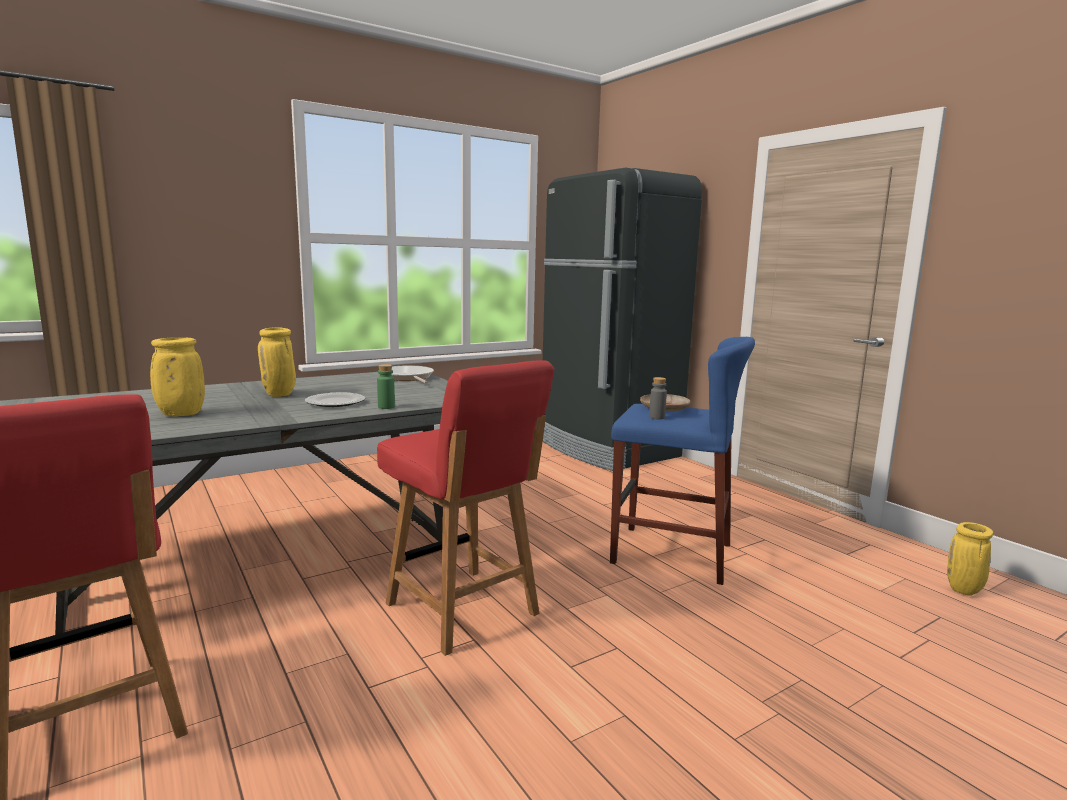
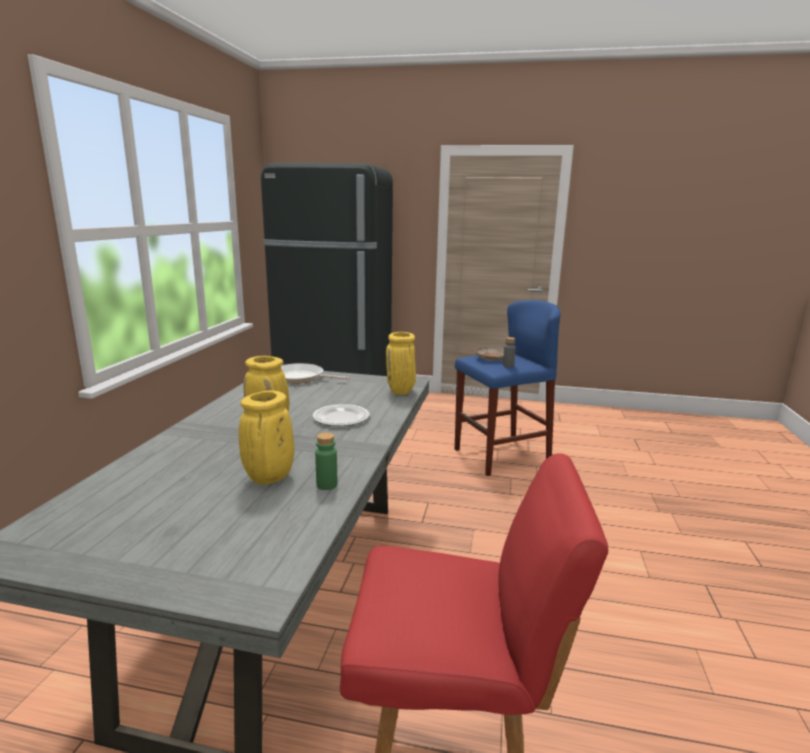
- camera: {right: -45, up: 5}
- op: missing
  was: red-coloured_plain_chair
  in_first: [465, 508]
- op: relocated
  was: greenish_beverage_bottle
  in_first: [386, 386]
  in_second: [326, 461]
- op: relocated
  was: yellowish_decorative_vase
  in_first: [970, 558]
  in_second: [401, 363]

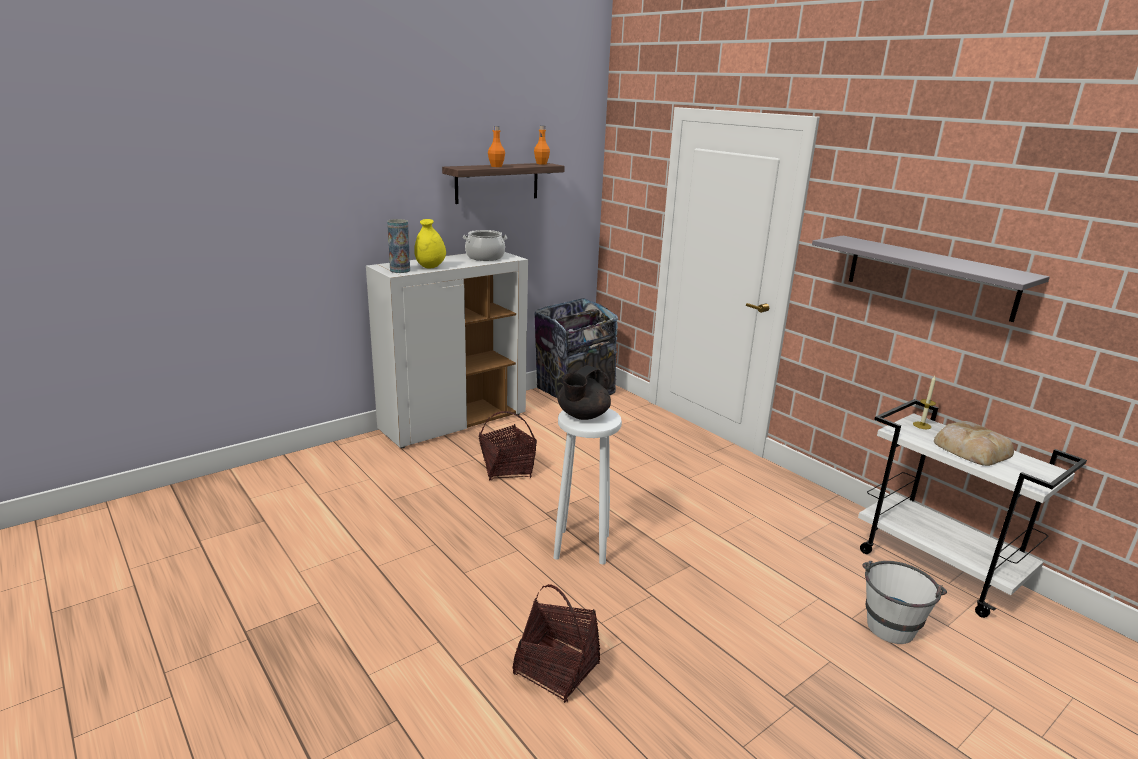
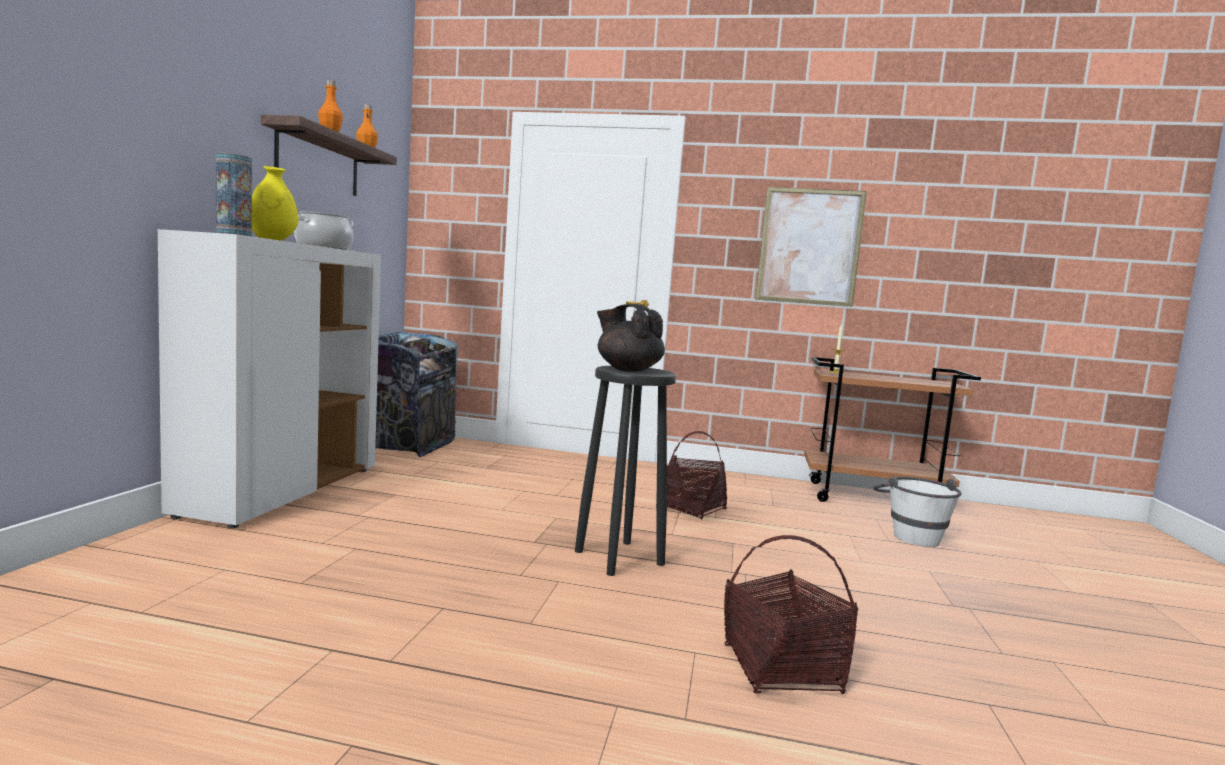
- camera: {right: -40, up: -15}
- op: exchanged
  was: grey_wall_shelf
  now: picture
  in_first: [931, 279]
  in_second: [811, 247]
- op: spun
  was: blackish_teapot
  in_first: [584, 392]
  in_second: [631, 338]
  clockwise: 135
- op: colour
  was: white_wheeled_cart
  now: brown-coloured_wheeled_cart
  in_first: [972, 508]
  in_second: [892, 429]
- op: colour
  was: white_sitting_stool
  now: blackish_sitting_stool
  in_first: [588, 486]
  in_second: [625, 471]
- op: relocated
  was: storage_basket
  in_first: [508, 445]
  in_second: [691, 475]
- op: missing
  was: baked_bread
  in_first: [974, 443]

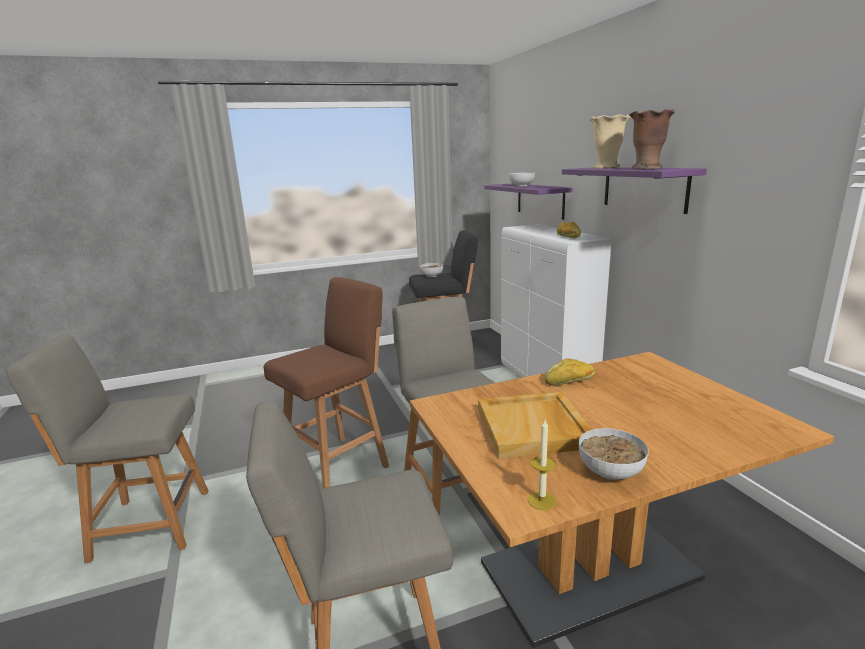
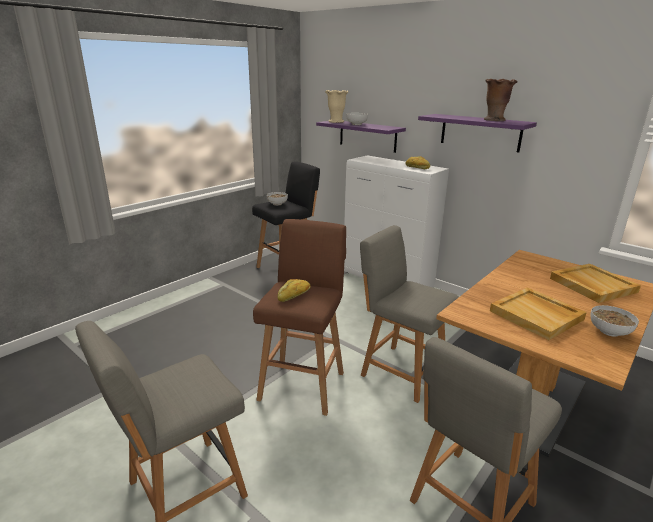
- camera: {right: -30, up: 5}
- op: relocated
  was: beige-coloured_decorative_vase
  in_first: [610, 141]
  in_second: [336, 106]
- op: relocated
  was: baked_bread
  in_first: [570, 372]
  in_second: [294, 290]
- op: missing
  was: wax_light
  in_first: [542, 465]
- op: appeared
  now: beige-coloured_carrying_tray
  in_second: [595, 283]

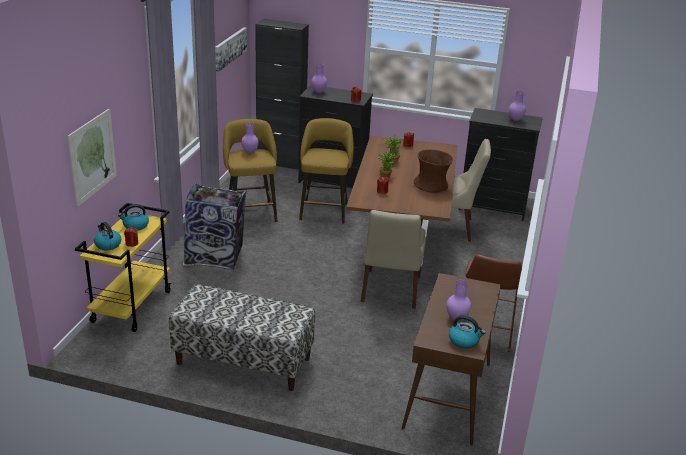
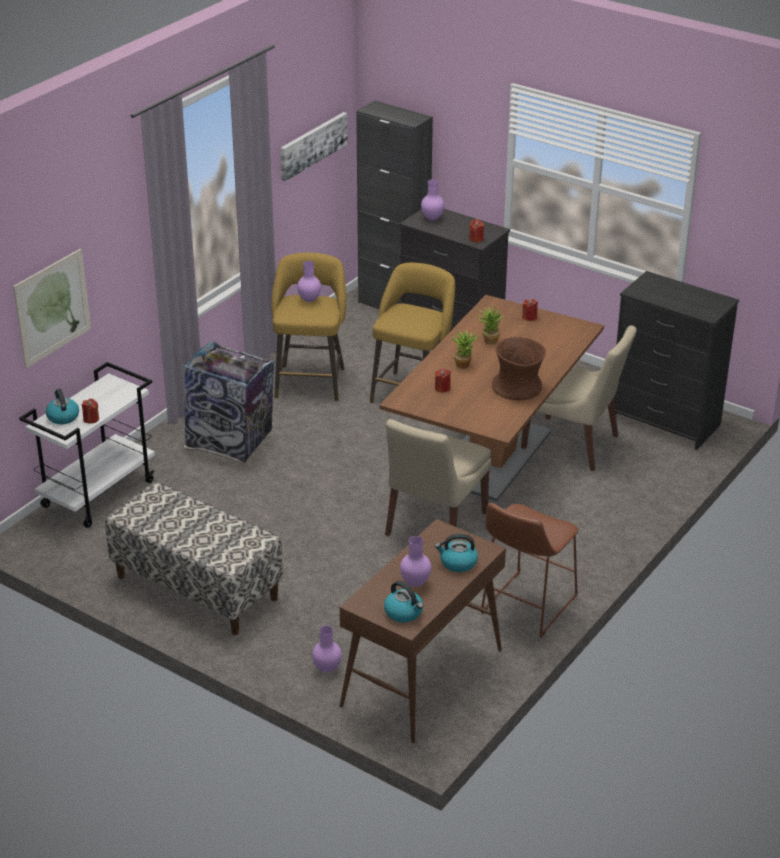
- camera: {right: 20, up: 5}
- op: relocated
  was: purple_decorative_vase
  in_first: [517, 106]
  in_second: [327, 649]
- op: colour
  was: yellowish_wheeled_cart
  now: white_wheeled_cart
  in_first: [123, 267]
  in_second: [87, 445]
- op: relocated
  was: water_kettle
  in_first: [133, 217]
  in_second: [456, 553]

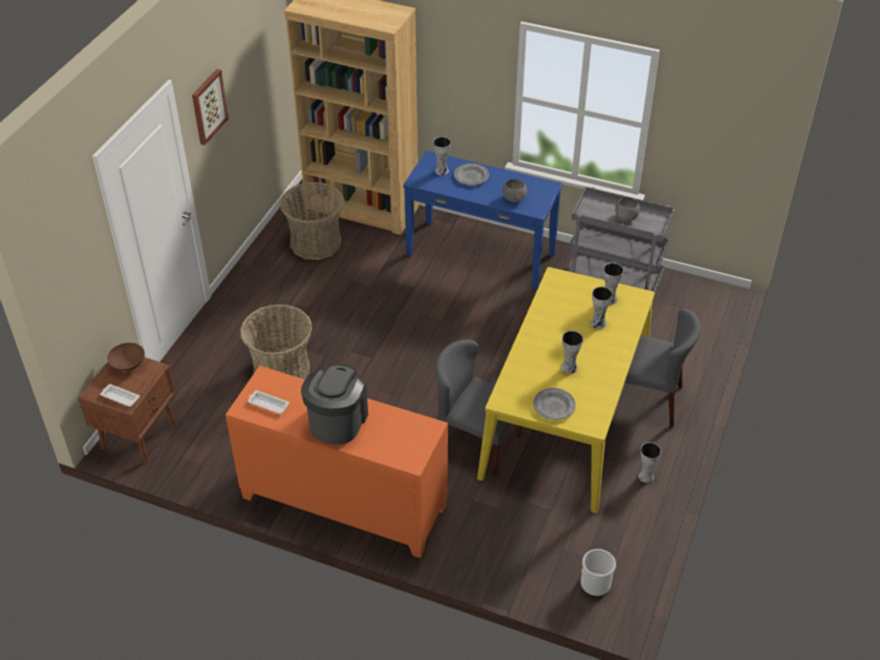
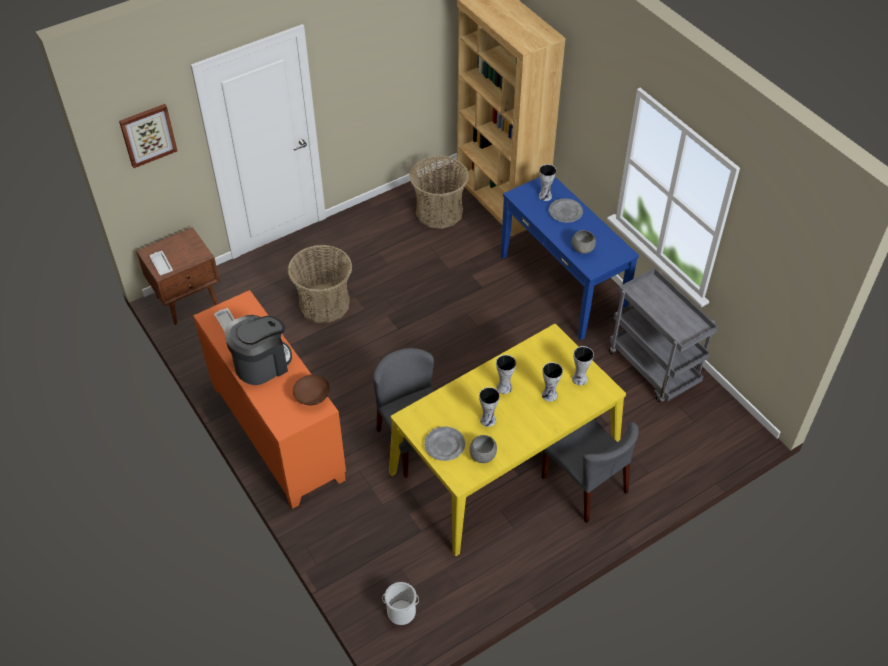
- camera: {right: 35, up: 5}
- op: relocated
  was: picture
  in_first: [210, 107]
  in_second: [148, 136]
- op: relocated
  was: grey_bowl
  in_first: [627, 209]
  in_second: [483, 449]
- op: relocated
  was: brown-coloured_bowl
  in_first: [126, 357]
  in_second: [311, 390]
- op: relocated
  was: decorative_vase
  in_first: [649, 462]
  in_second: [506, 374]

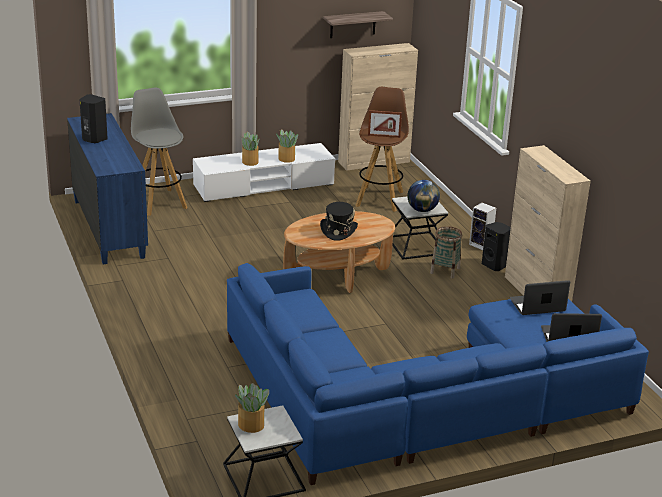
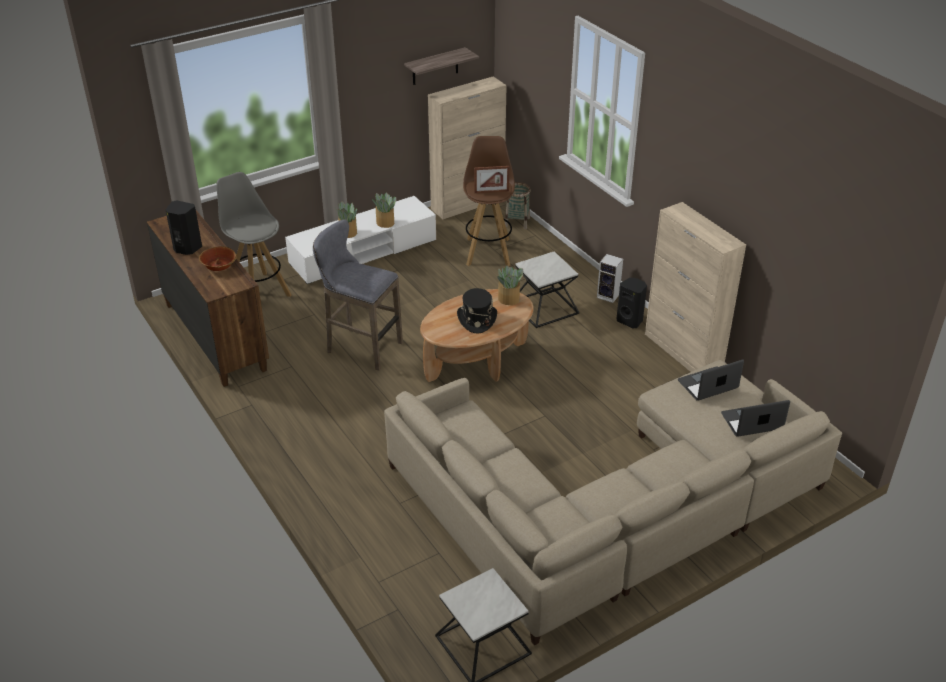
- camera: {right: -10, up: 10}
- op: colour
  was: bluish_chest_of_drawers
  now: brown-coloured_chest_of_drawers
  in_first: [107, 188]
  in_second: [208, 298]
- op: missing
  was: globe
  in_first: [423, 196]
- op: relocated
  was: storage_basket
  in_first: [446, 252]
  in_second: [518, 205]
- op: colour
  was: bluish_couch
  now: beige-coloured_couch
  in_first: [438, 374]
  in_second: [613, 503]
- op: relocated
  was: houseplant
  in_first: [252, 408]
  in_second: [510, 285]
- op: appeared
  now: grey_sitting_stool
  in_second: [358, 294]
- op: appeared
  now: bowl
  in_second: [218, 258]

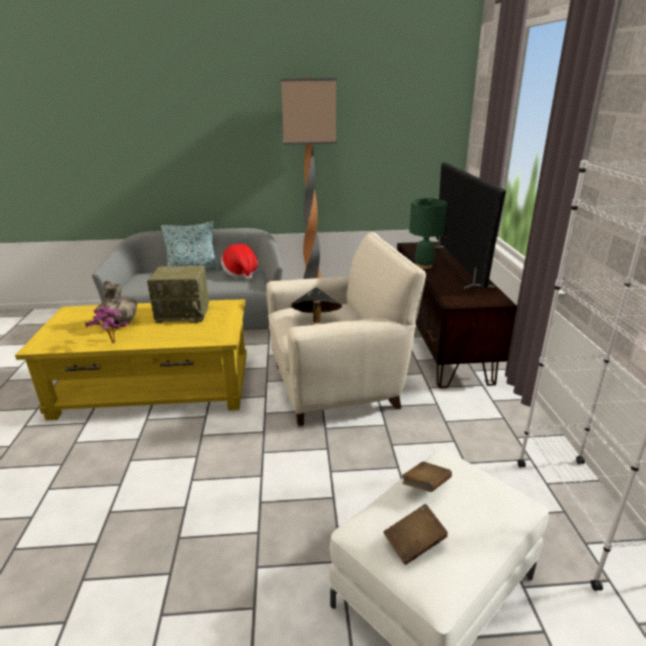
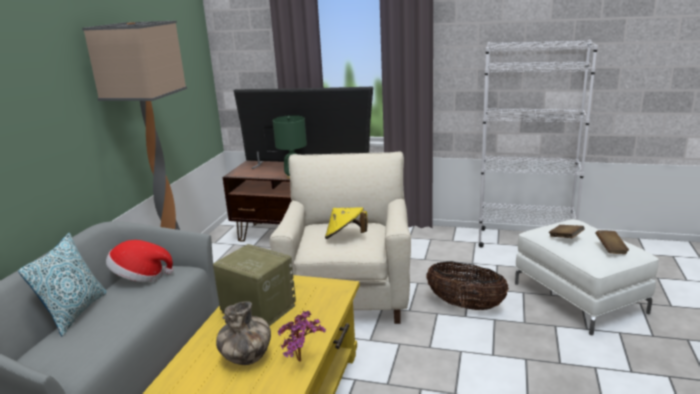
- camera: {right: -70, up: -5}
- op: spun
  was: radio
  in_first: [178, 294]
  in_second: [254, 285]
  clockwise: -75
- op: colour
  was: blackish_wearable_hat
  now: yellowish_wearable_hat
  in_first: [316, 305]
  in_second: [346, 223]
- op: appeared
  now: storage_basket
  in_second: [467, 285]

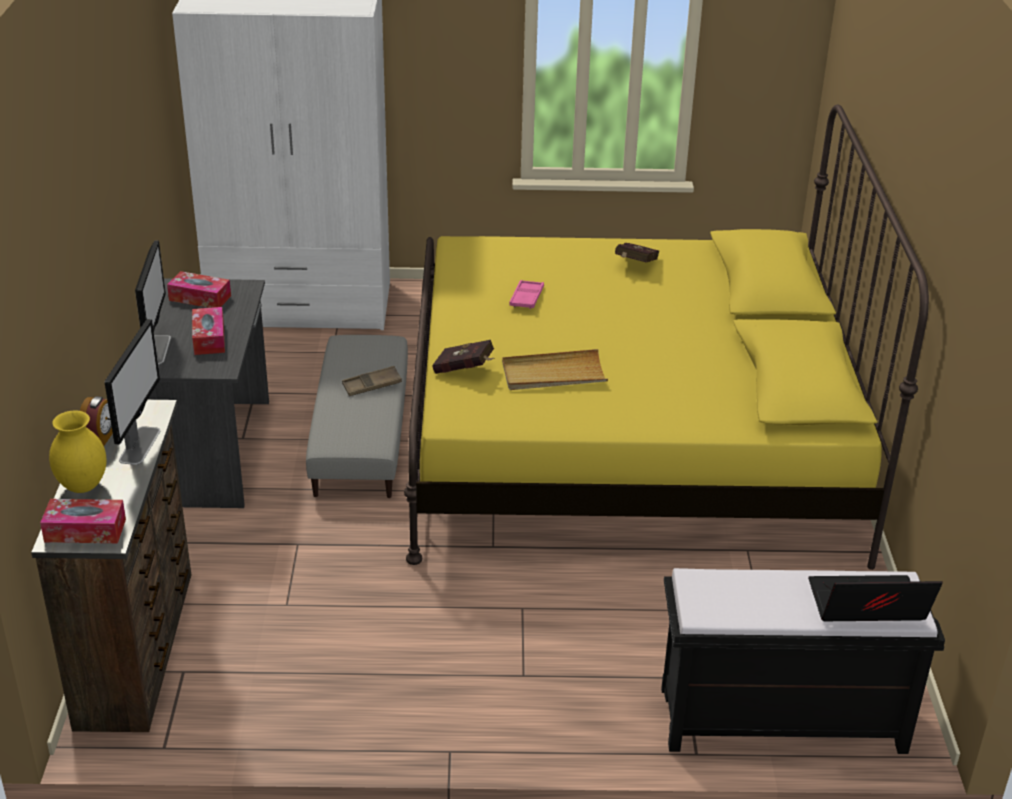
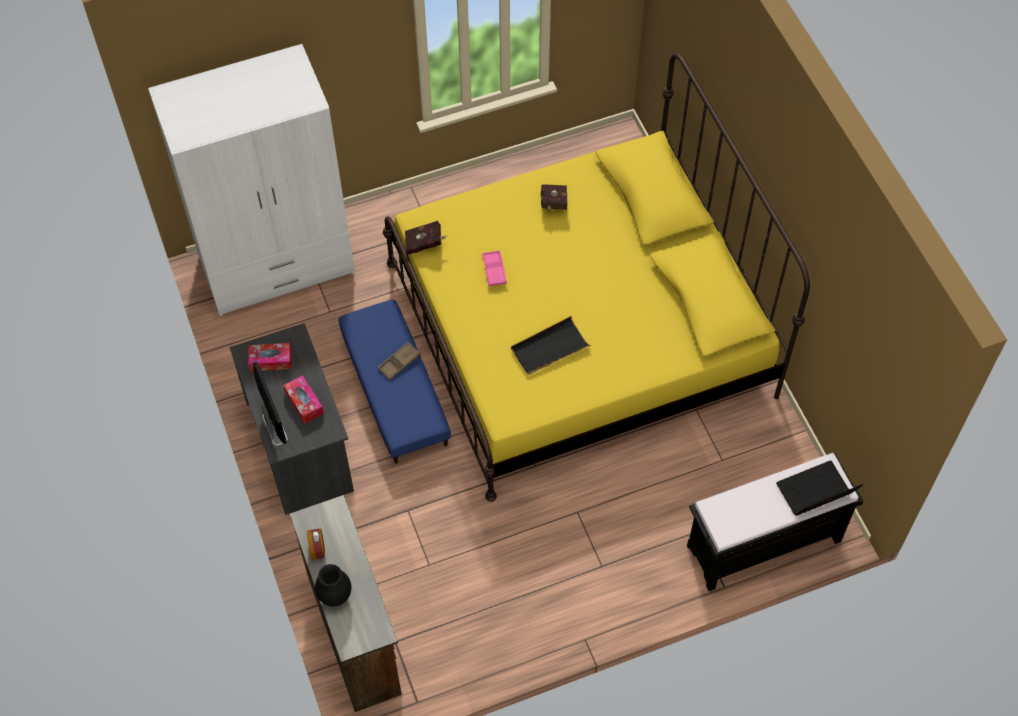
- camera: {right: -20, up: 25}
- op: missing
  was: computer_screen
  in_first: [132, 392]
- op: colour
  was: grey_pouffe
  now: bluish_pouffe
  in_first: [357, 416]
  in_second: [395, 382]
- op: relocated
  was: red-coloured_book
  in_first: [463, 357]
  in_second: [426, 238]
- op: colour
  was: beige-coloured_carrying_tray
  now: blackish_carrying_tray
  in_first: [555, 369]
  in_second: [550, 345]
- op: colour
  was: yellowish_decorative_vase
  now: blackish_decorative_vase
  in_first: [77, 452]
  in_second: [333, 585]
- op: missing
  was: box_of_tissues
  in_first: [83, 521]

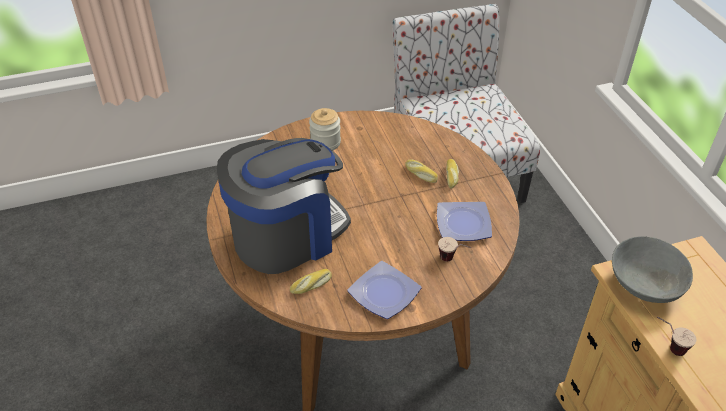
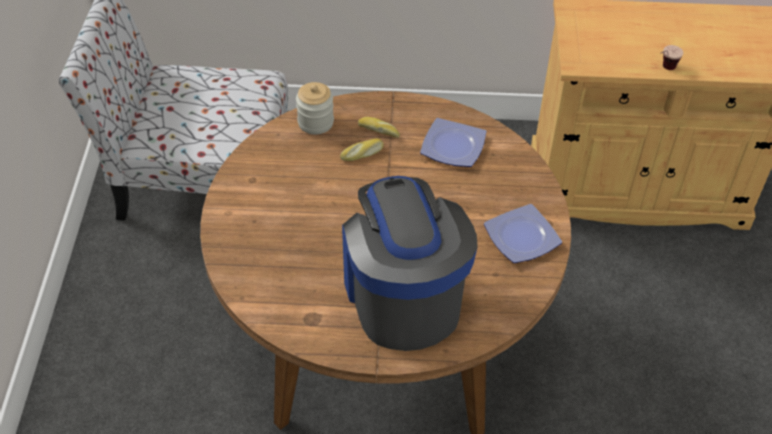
- camera: {right: -70, up: 5}
- op: relocated
  was: jar
  in_first: [325, 129]
  in_second: [315, 108]
- op: missing
  was: grey_bowl
  in_first: [652, 269]
- op: missing
  was: cup
  in_first: [454, 249]
- op: missing
  was: baked_bread
  in_first: [311, 281]

